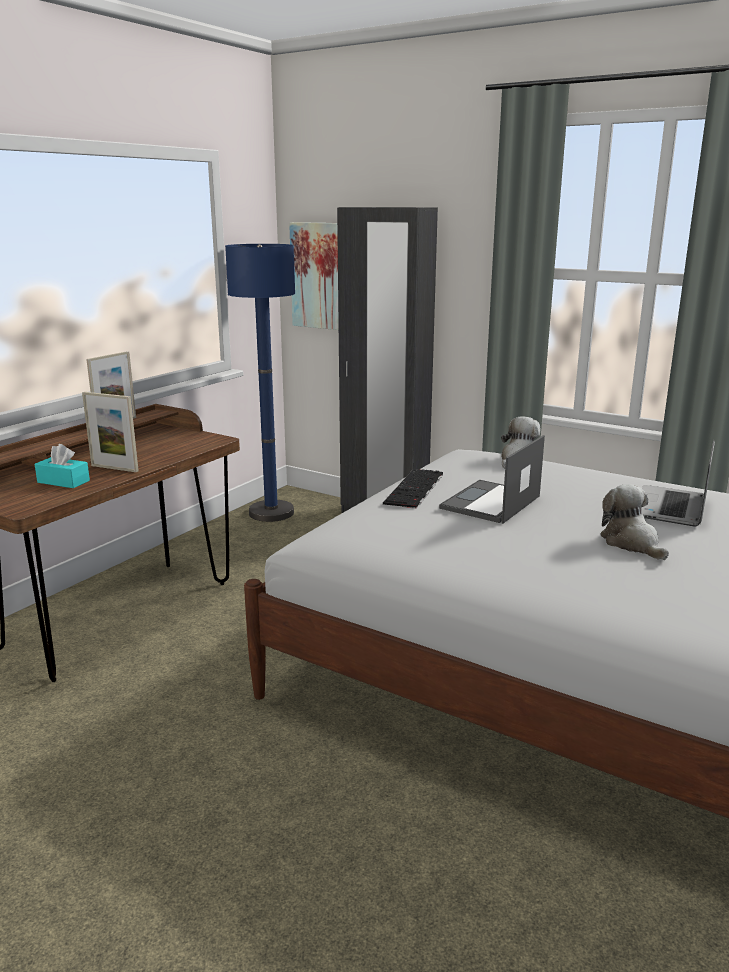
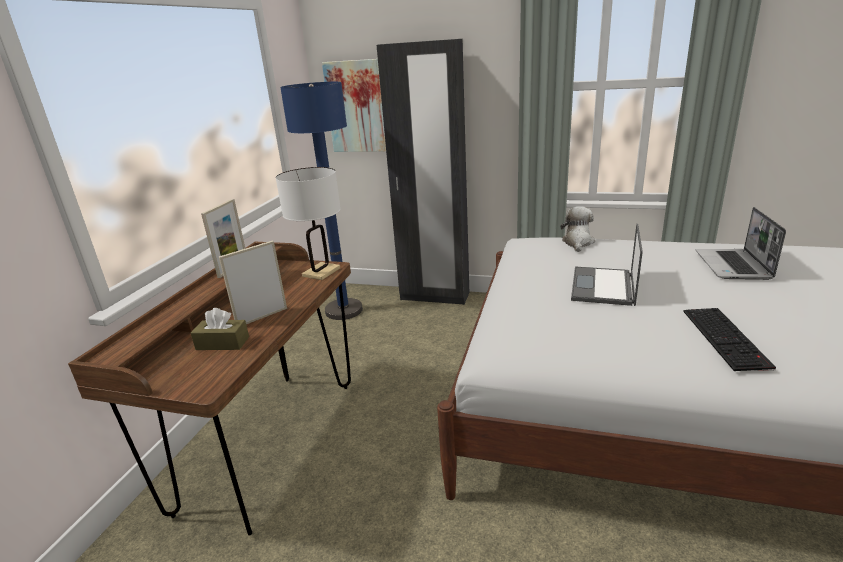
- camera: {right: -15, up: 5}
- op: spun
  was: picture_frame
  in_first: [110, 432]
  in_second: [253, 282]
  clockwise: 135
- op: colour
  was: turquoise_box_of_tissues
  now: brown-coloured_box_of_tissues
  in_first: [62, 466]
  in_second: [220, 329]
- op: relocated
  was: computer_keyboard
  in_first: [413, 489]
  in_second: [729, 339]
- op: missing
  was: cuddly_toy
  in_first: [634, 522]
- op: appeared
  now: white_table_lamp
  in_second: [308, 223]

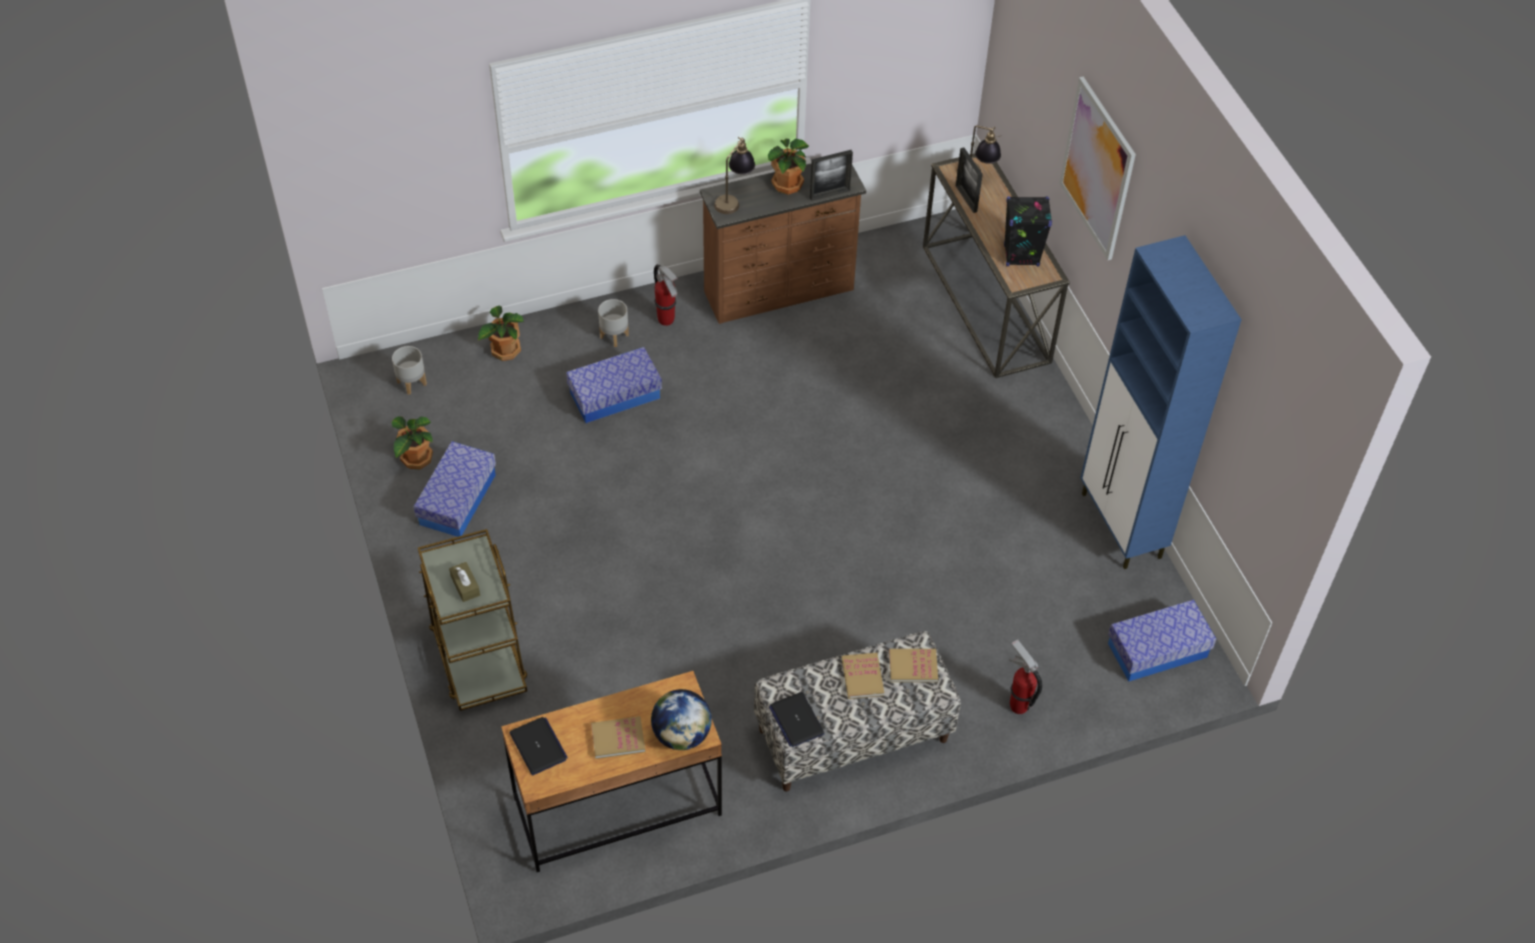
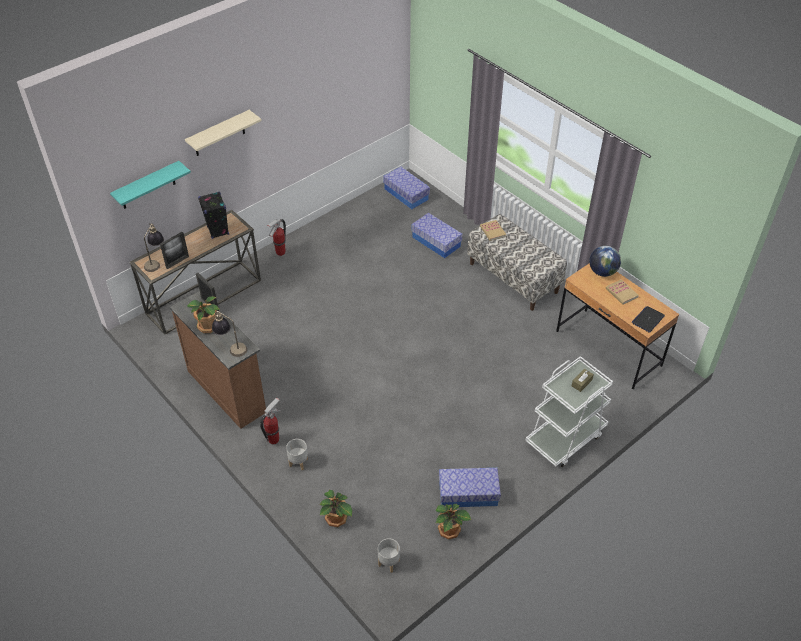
- camera: {right: -110, up: -5}
- op: exchanged
  was: picture
  now: beige-coloured_wall_shelf
  in_first: [1097, 168]
  in_second: [223, 133]
- op: missing
  was: bluish_cupboard
  in_first: [1161, 402]
- op: relocated
  was: storage_box
  in_first: [614, 385]
  in_second: [436, 235]
- op: colour
  was: brown-coloured_wheeled_cart
  now: white_wheeled_cart
  in_first: [472, 620]
  in_second: [569, 411]
- op: relocated
  was: fire-fighting_cylinder
  in_first: [1025, 677]
  in_second: [276, 237]
- op: missing
  was: book
  in_first: [863, 676]
- op: missing
  was: laptop
  in_first: [797, 719]
- op: appeared
  now: turquoise_wall_shelf
  in_second: [150, 185]

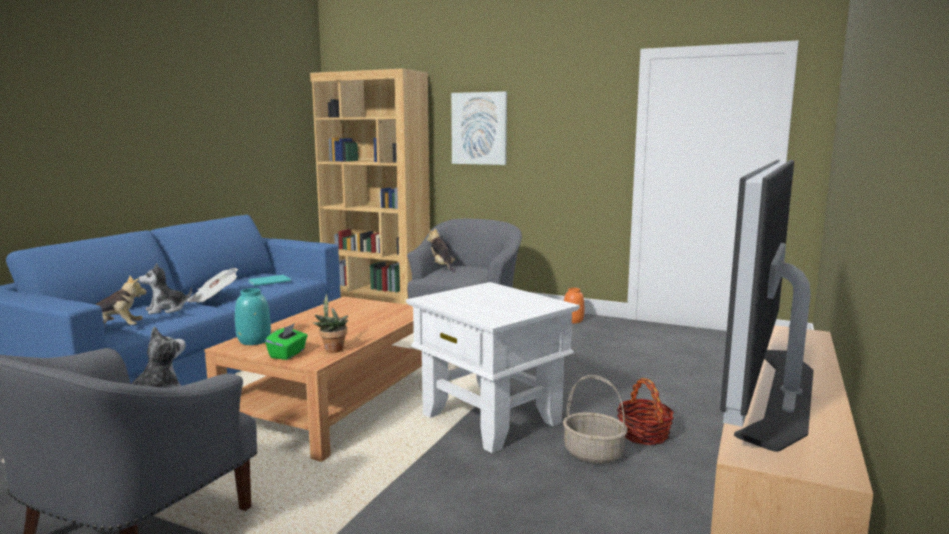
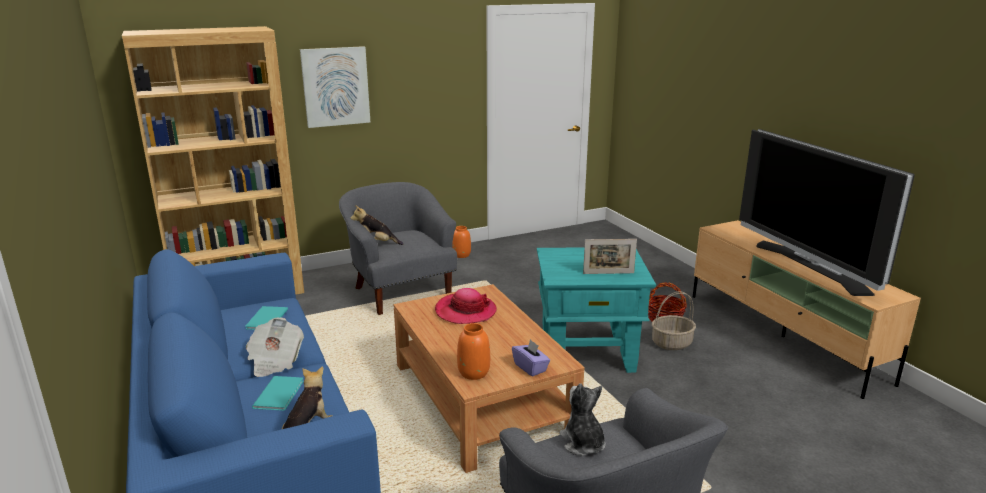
- camera: {right: -50, up: 10}
- op: exchanged
  was: cuddly_toy
  now: turquoise_book
  in_first: [165, 289]
  in_second: [278, 393]
- op: colour
  was: white_end_table
  now: turquoise_end_table
  in_first: [493, 367]
  in_second: [596, 310]
- op: colour
  was: turquoise_decorative_vase
  now: orange-coloured_decorative_vase
  in_first: [253, 316]
  in_second: [473, 351]
- op: missing
  was: houseplant
  in_first: [330, 323]
- op: colour
  was: greenish_box_of_tissues
  now: purple_box_of_tissues
  in_first: [286, 341]
  in_second: [531, 357]
- op: appeared
  now: picture_frame
  in_second: [610, 256]
- op: appeared
  now: wearable_hat
  in_second: [466, 306]

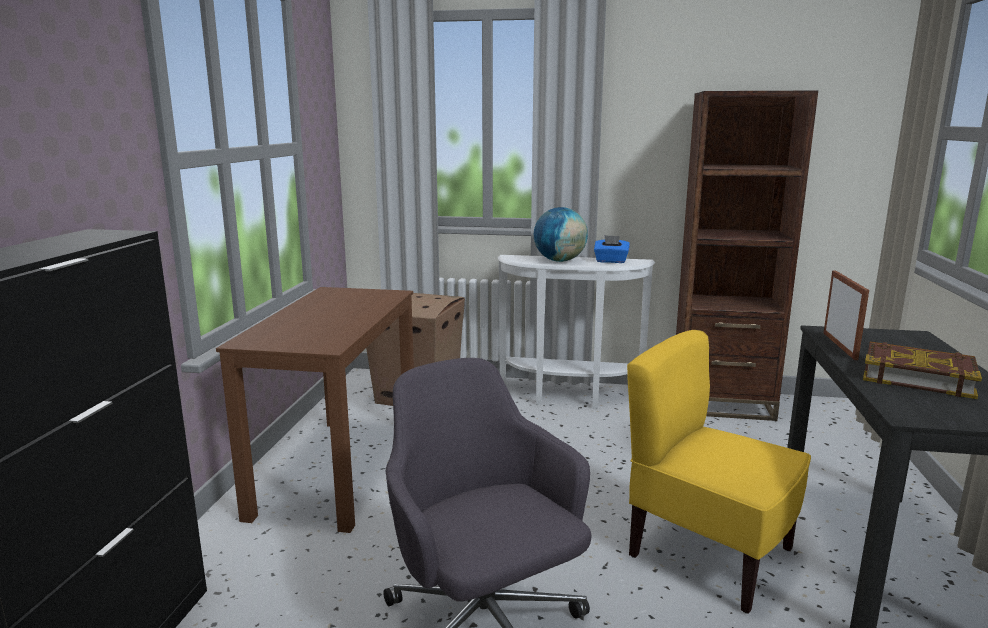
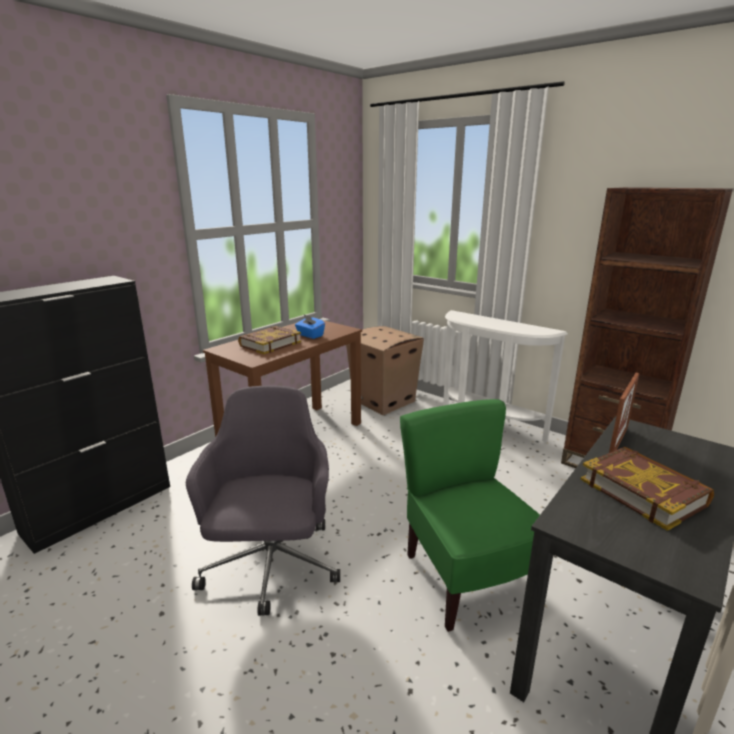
- camera: {right: 30, up: 5}
- op: missing
  was: globe
  in_first: [561, 234]
- op: relocated
  was: bluish_box_of_tissues
  in_first: [612, 249]
  in_second: [310, 327]
- op: colour
  was: yellowish_plain_chair
  now: greenish_plain_chair
  in_first: [719, 472]
  in_second: [470, 515]
- op: appeared
  now: book
  in_second: [269, 340]

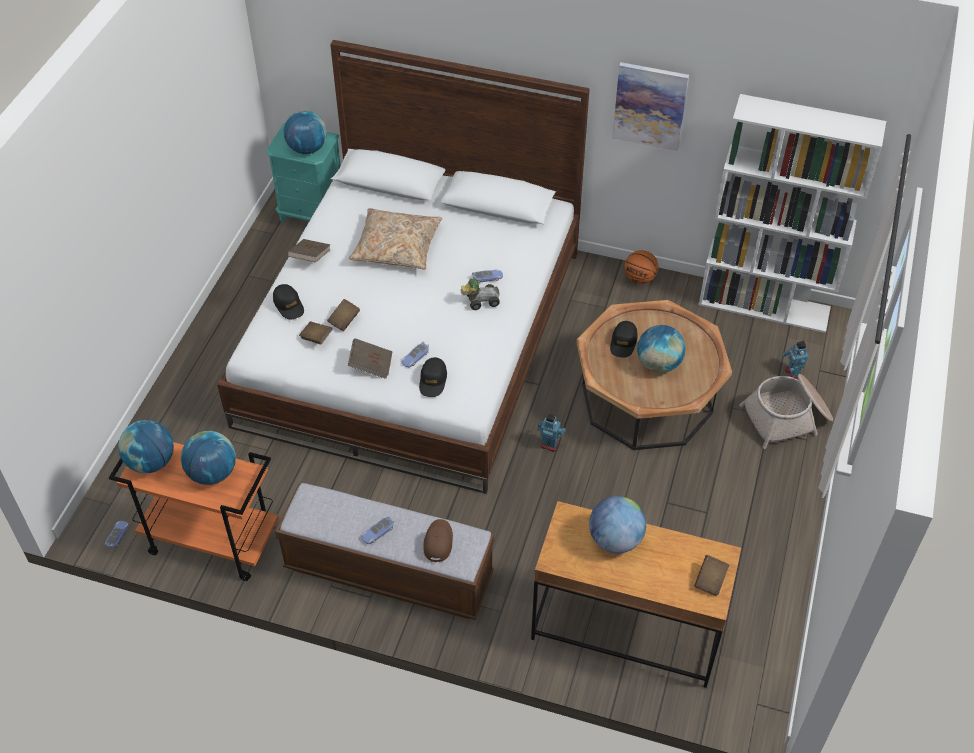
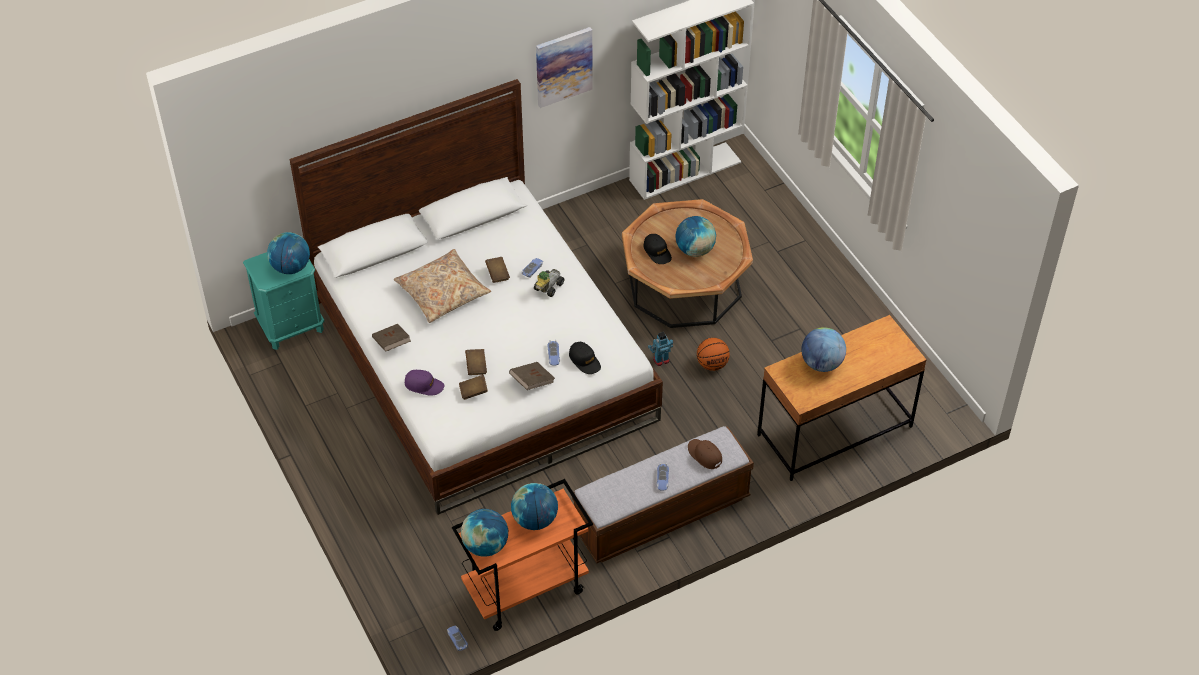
- camera: {right: -45, up: 0}
- op: relocated
  was: basketball_ball
  in_first: [641, 267]
  in_second: [713, 354]
- op: colour
  was: blackish_baseball_cap
  now: purple_baseball_cap
  in_first: [288, 301]
  in_second: [425, 383]
- op: missing
  was: model_robot
  in_first: [795, 360]
- op: missing
  was: storage_basket
  in_first: [786, 411]
- op: relocated
  was: brown-coloured_book
  in_first: [711, 575]
  in_second: [497, 270]

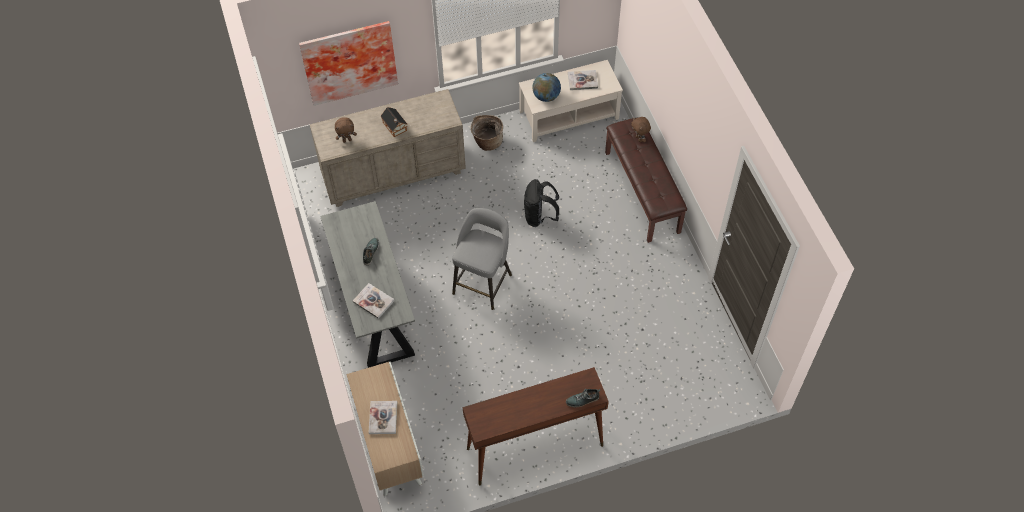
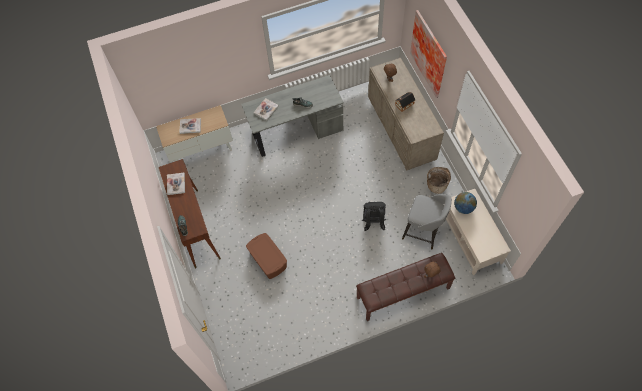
- camera: {right: 90, up: 5}
- op: relocated
  was: book
  in_first: [583, 80]
  in_second: [176, 184]
- op: relocated
  was: grey_sitting_stool
  in_first: [482, 259]
  in_second: [427, 221]
- op: appeared
  now: brown-coloured_storage_box
  in_second: [266, 256]

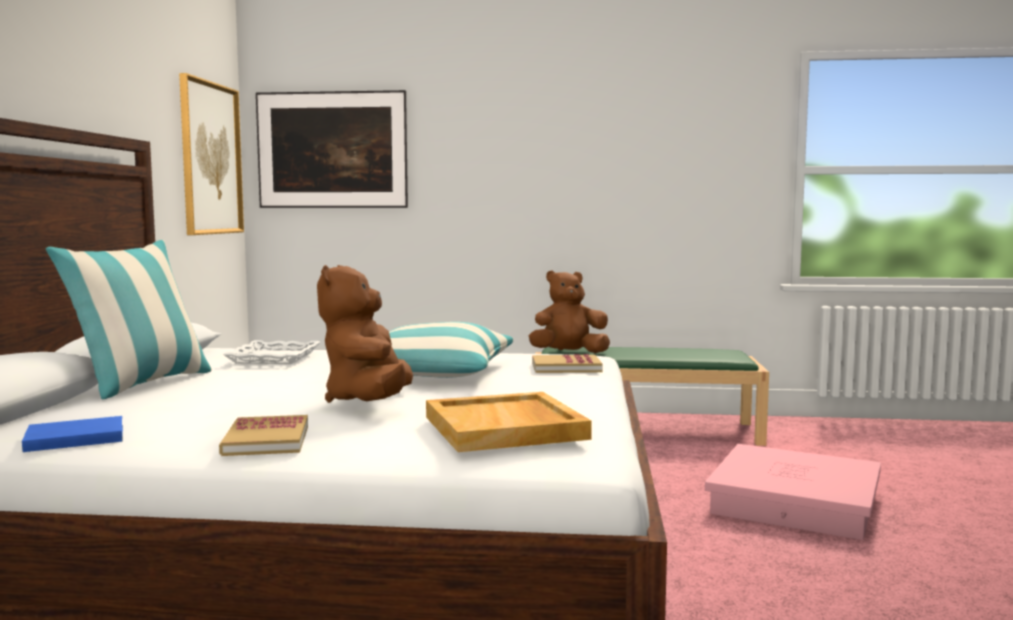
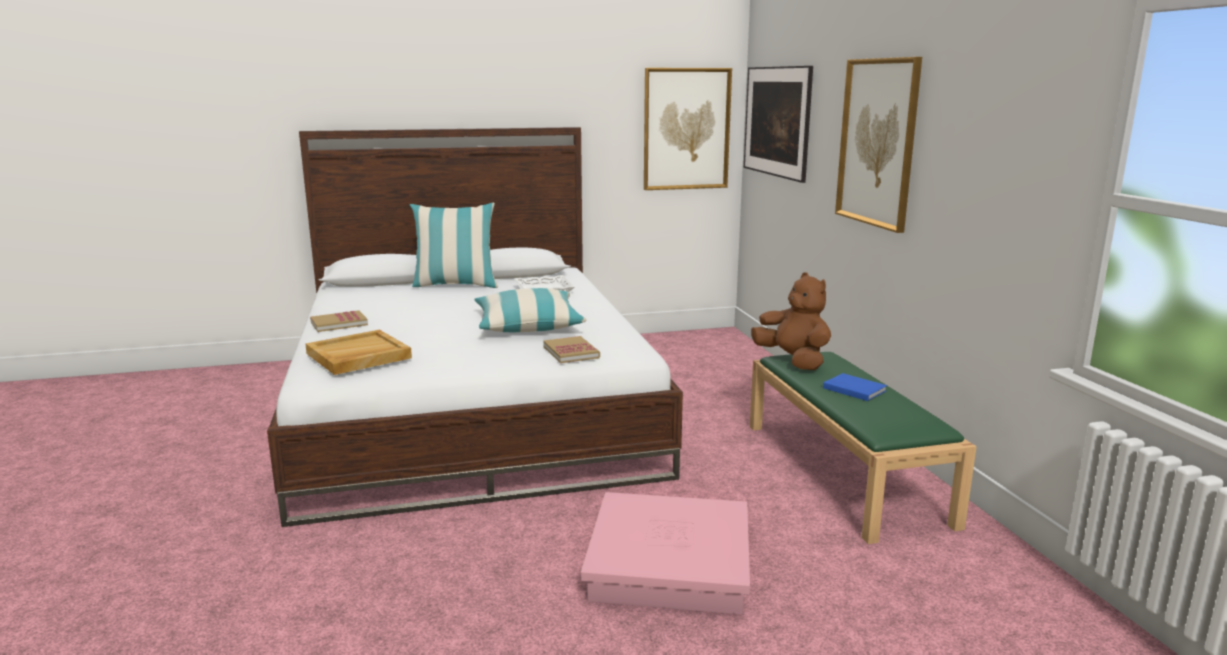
- camera: {right: 70, up: 10}
- op: missing
  was: brown-coloured_cuddly_toy
  in_first: [365, 334]
- op: relocated
  was: bluish_book
  in_first: [72, 434]
  in_second: [855, 387]
- op: appeared
  now: picture
  in_second: [878, 145]

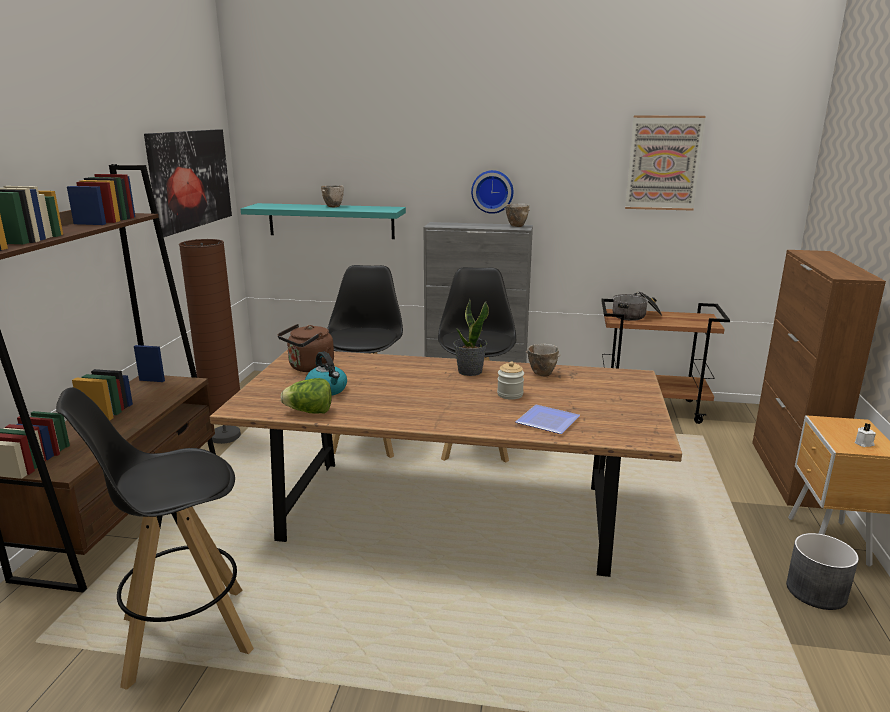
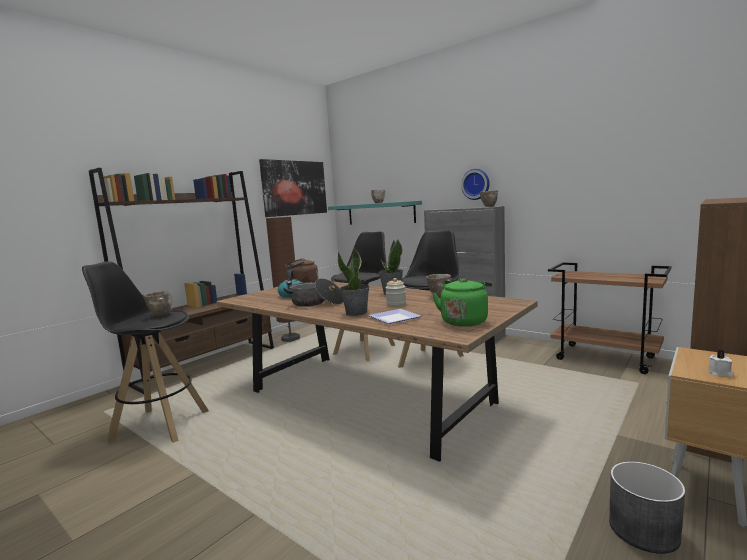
- camera: {right: 30, up: -10}
- op: missing
  was: picture
  in_first: [665, 163]
- op: relocated
  was: stockpot
  in_first: [637, 306]
  in_second: [313, 292]
- op: missing
  was: lettuce
  in_first: [306, 396]
- op: appeared
  now: houseplant
  in_second: [354, 282]
- op: appeared
  now: greenish_water_kettle
  in_second: [462, 302]
- op: appeared
  now: bowl
  in_second: [157, 304]

